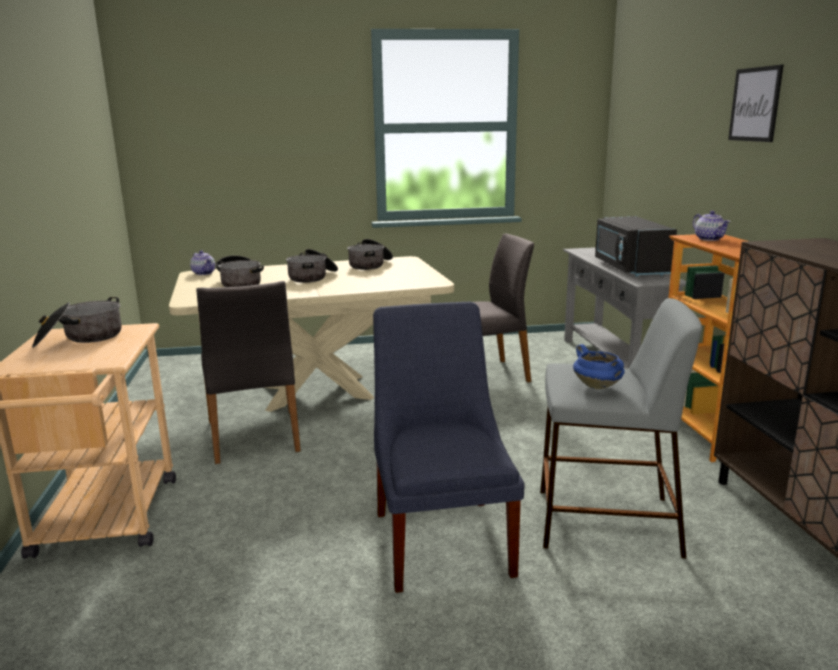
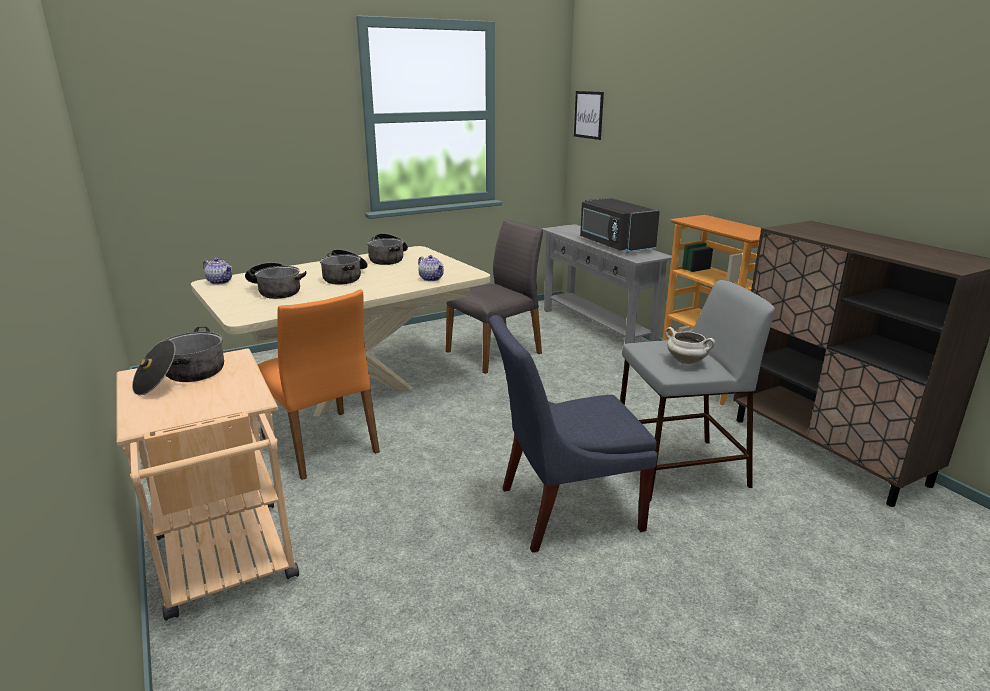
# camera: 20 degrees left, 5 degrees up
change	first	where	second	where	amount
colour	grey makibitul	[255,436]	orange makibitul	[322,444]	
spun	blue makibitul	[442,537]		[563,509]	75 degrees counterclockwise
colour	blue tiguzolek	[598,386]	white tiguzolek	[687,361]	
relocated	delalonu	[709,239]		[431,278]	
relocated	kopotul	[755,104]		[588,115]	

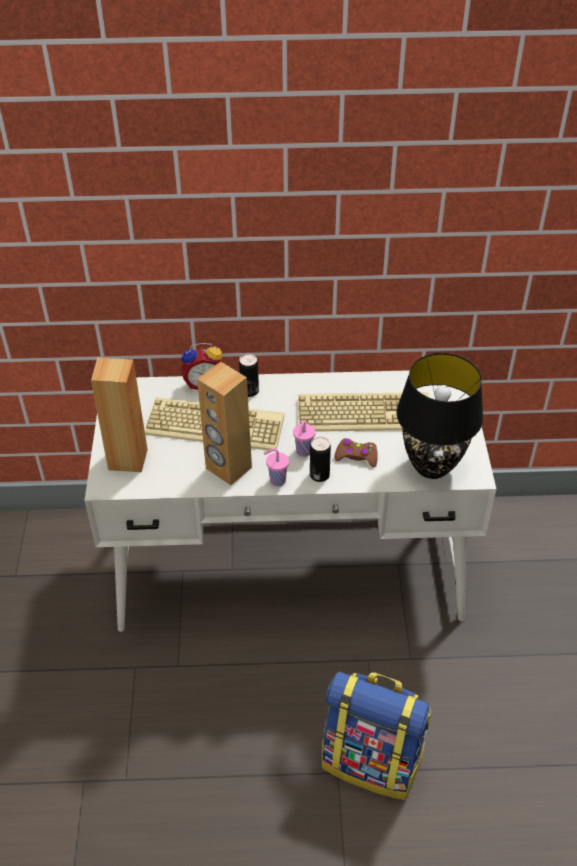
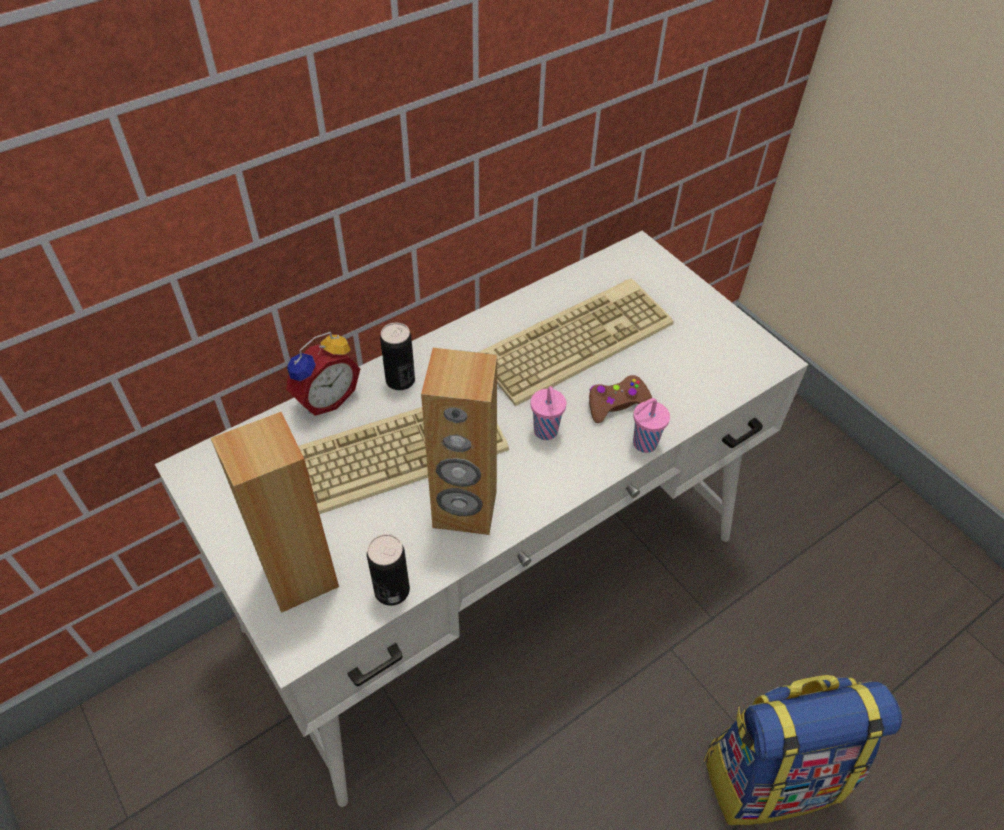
# camera: 35 degrees left, 5 degrees up
change	first	where	second	where	amount
relocated	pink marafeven	[276,480]		[643,444]	
relocated	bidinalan	[319,475]		[392,590]	
missing	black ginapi	[432,466]			

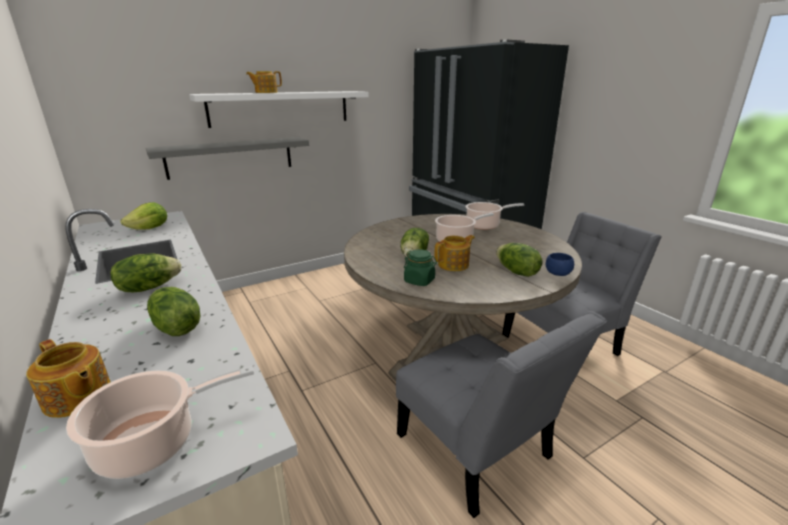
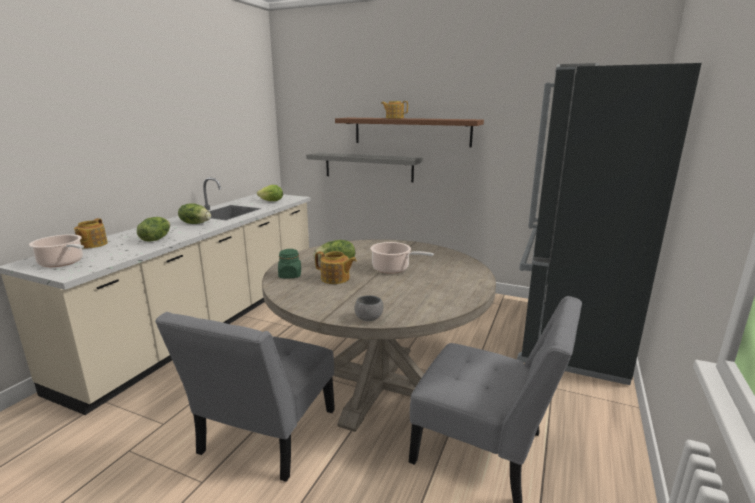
# camera: 55 degrees right, 5 degrees down
change	first	where	second	where	amount
colour	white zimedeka	[281,108]	brown zimedeka	[411,131]	
missing	tiguzolek	[485,225]			
missing	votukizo	[516,272]			
colour	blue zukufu	[558,273]	grey zukufu	[369,318]	

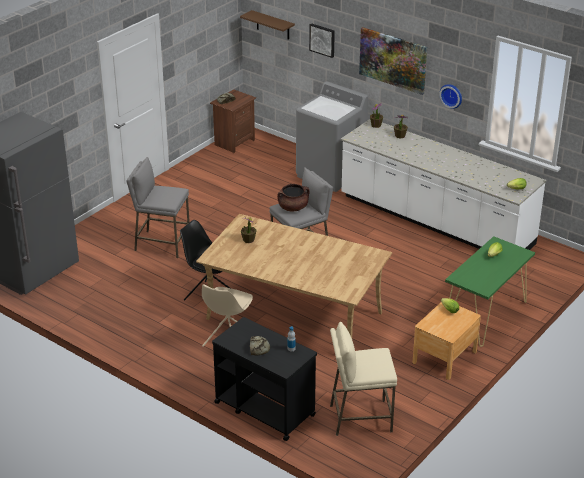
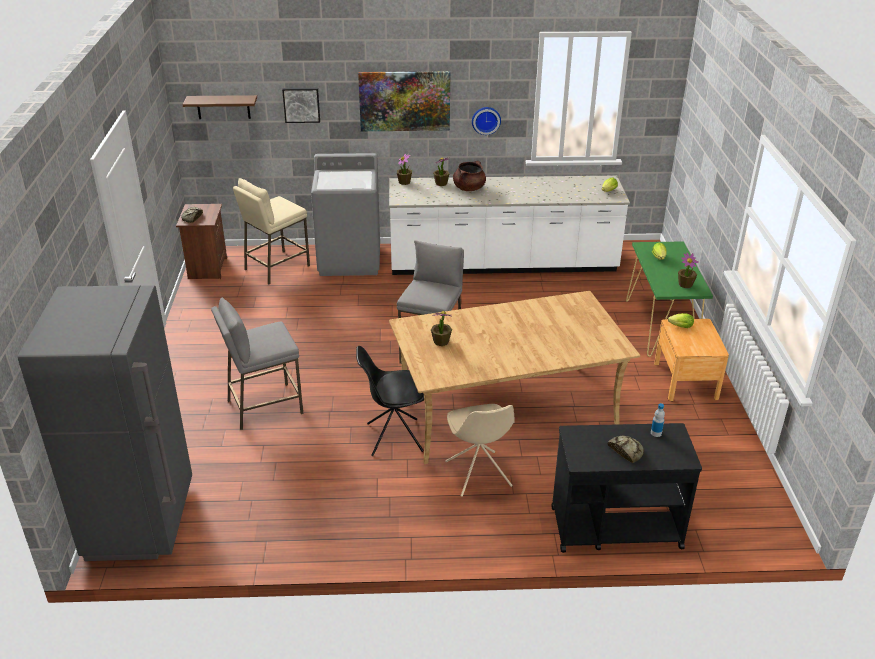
# camera: 40 degrees left, 0 degrees up
change	first	where	second	where	amount
relocated	brown tiguzolek	[293,208]		[469,188]	
relocated	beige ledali	[360,418]		[276,268]	
appeared			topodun	[685,284]	

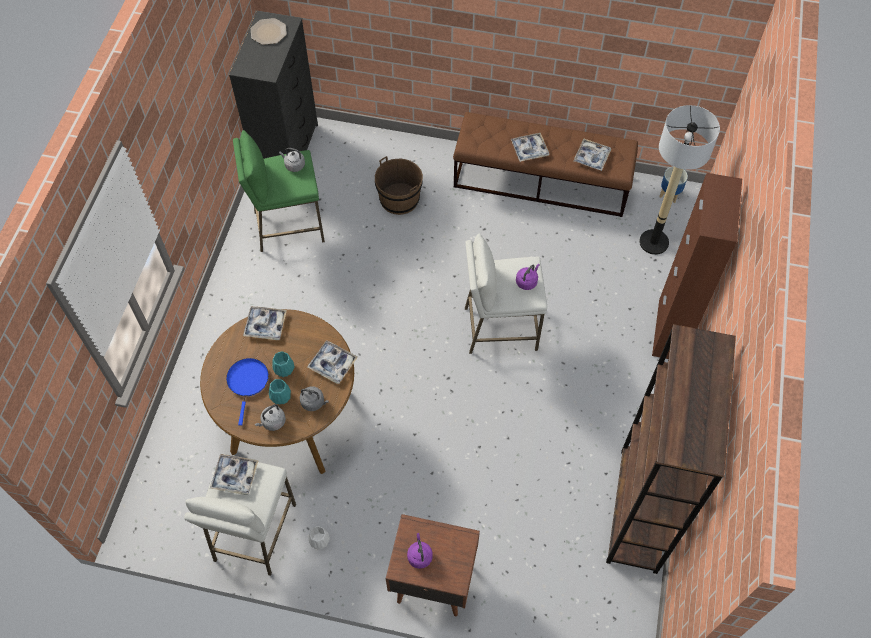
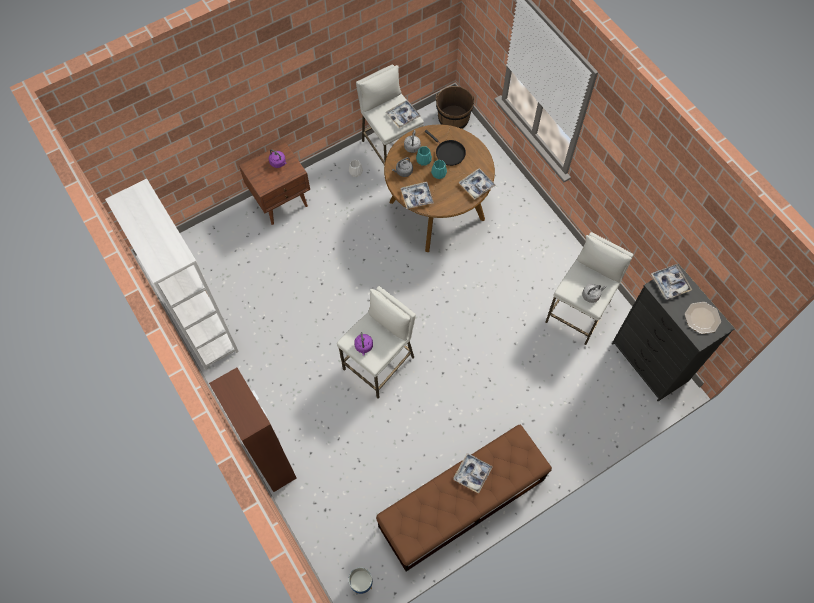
# camera: 135 degrees right, 5 degrees up
change	first	where	second	where	amount
colour	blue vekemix	[248,382]	black vekemix	[448,153]	
colour	green ledali	[288,226]	white ledali	[578,312]	
relocated	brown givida	[399,199]		[453,118]	
relocated	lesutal	[591,157]		[670,283]	
colour	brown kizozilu	[638,510]	white kizozilu	[201,325]	
missing	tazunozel	[654,242]			

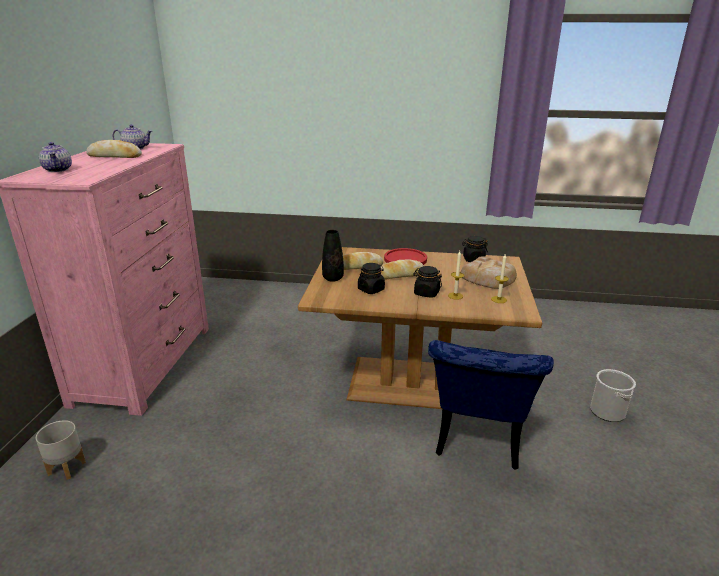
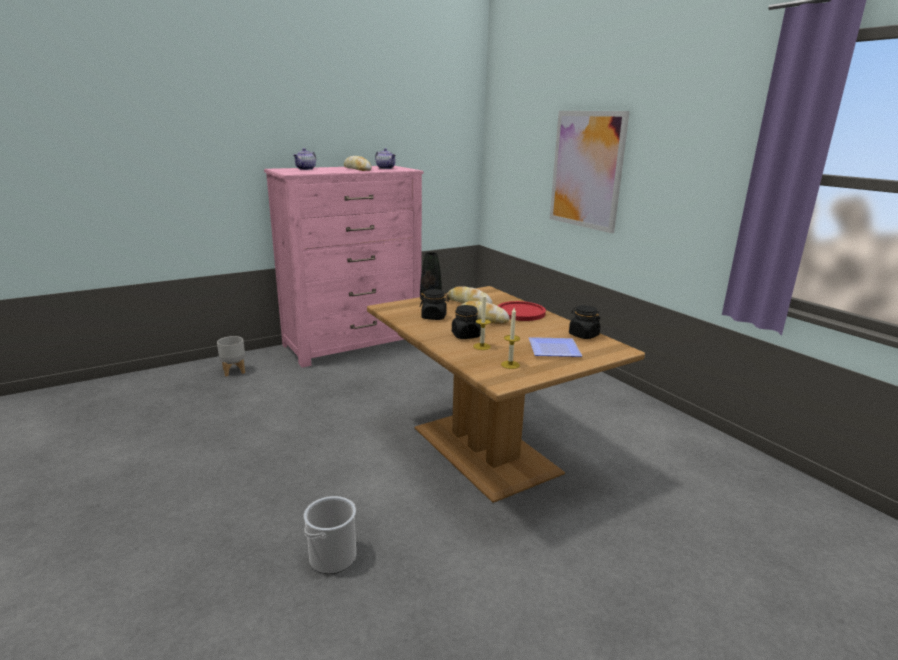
# camera: 50 degrees right, 5 degrees down
change	first	where	second	where	amount
missing	blue makibitul	[476,440]			
exchanged	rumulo	[488,278]	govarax	[552,350]	
relocated	givida	[607,412]		[333,557]	
appeared			kopotul	[586,170]	

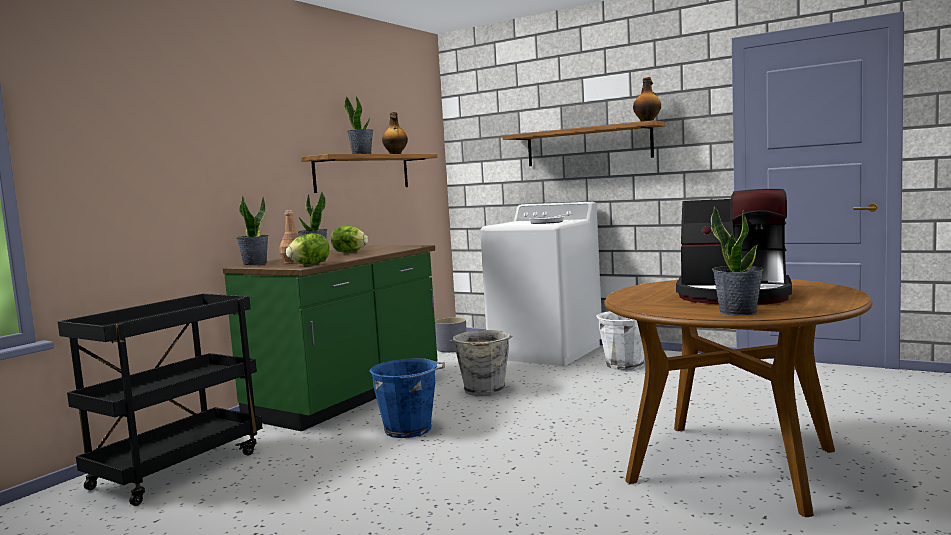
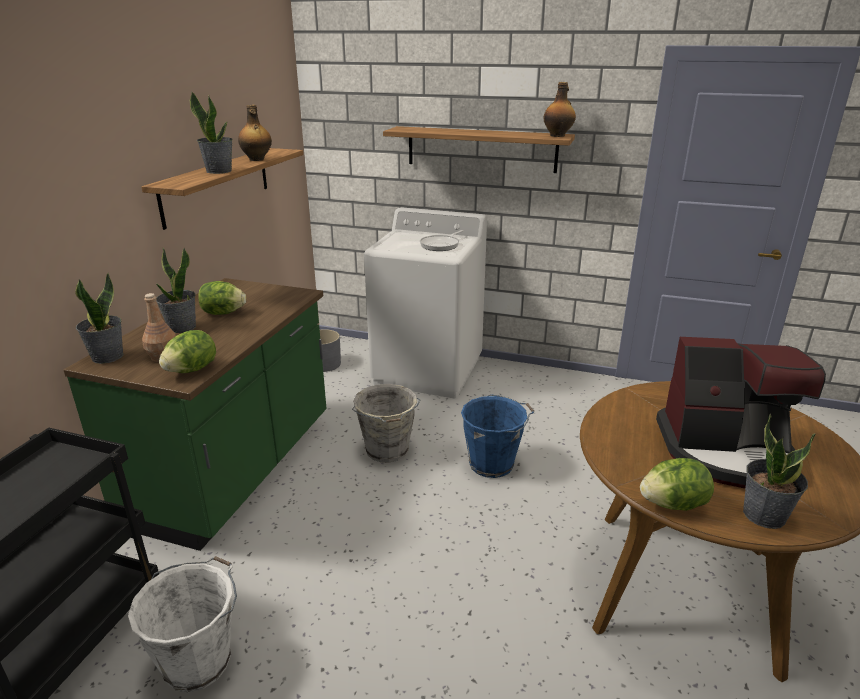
# camera: 15 degrees left, 20 degrees up
change	first	where	second	where	amount
relocated	blue givida	[410,429]		[493,464]	
relocated	white givida	[626,364]		[200,660]	
appeared			votukizo	[673,504]	

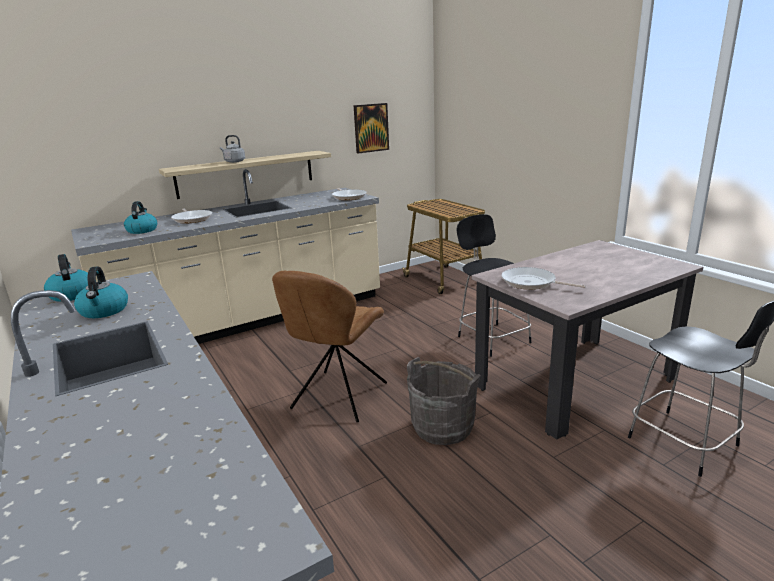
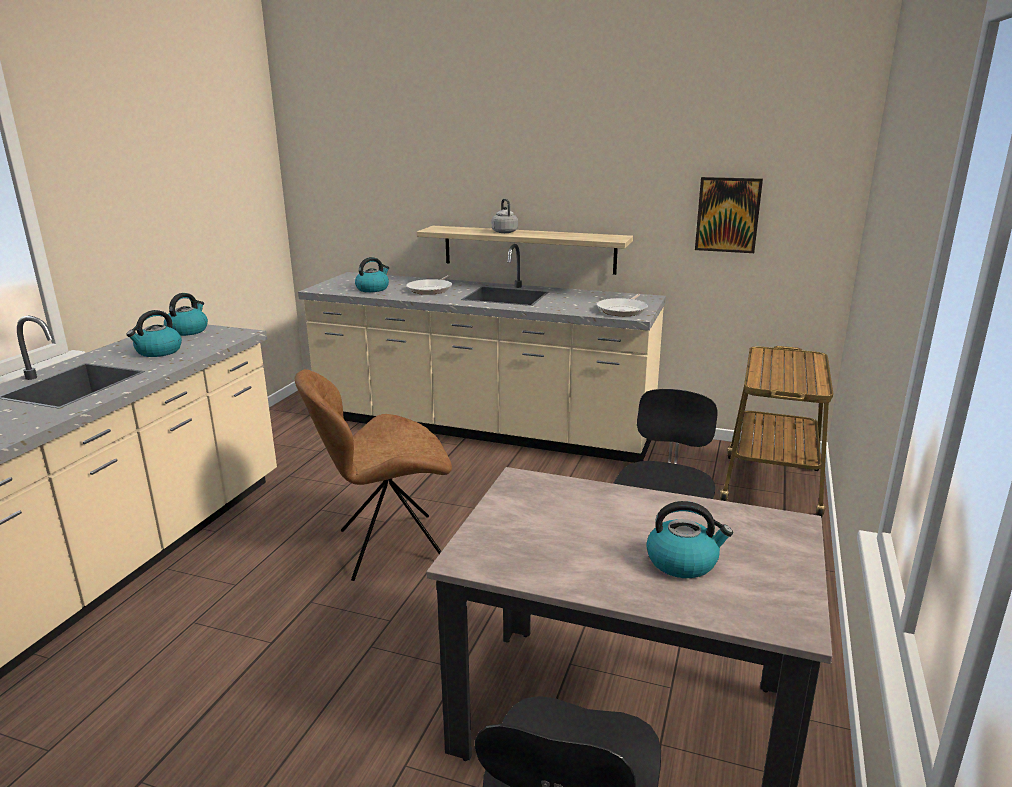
# camera: 50 degrees right, 0 degrees up
change	first	where	second	where	amount
missing	grey givida	[442,427]			
missing	vekemix	[531,283]			
appeared			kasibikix	[683,562]	

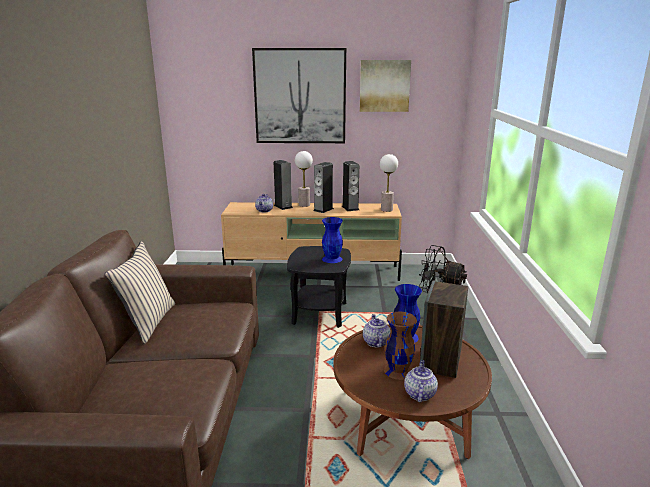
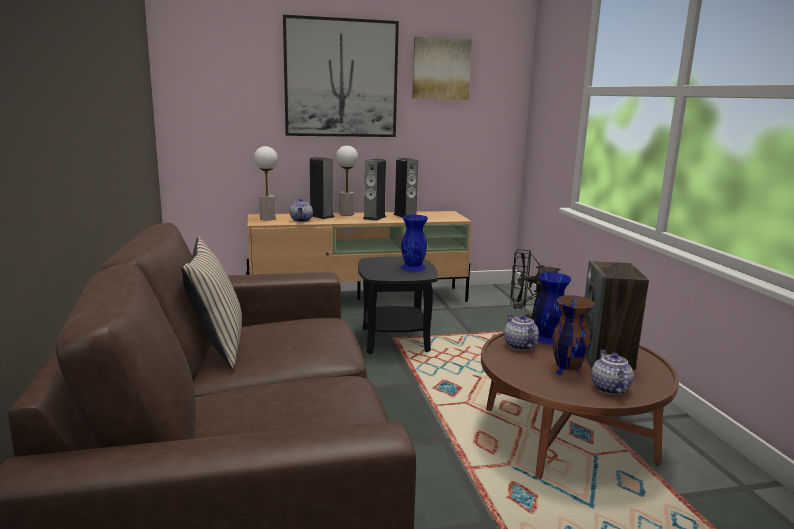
# camera: 15 degrees left, 5 degrees down
change	first	where	second	where	amount
relocated	ginapi	[386,210]		[267,218]	

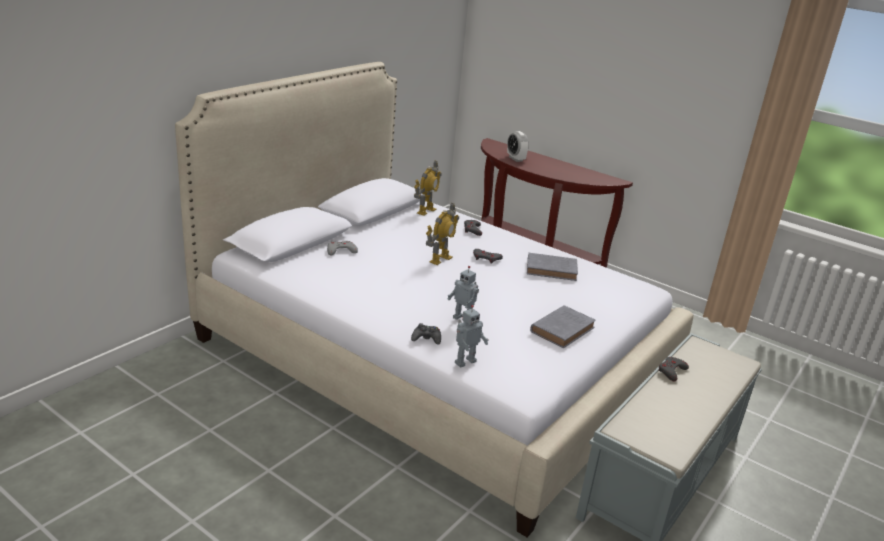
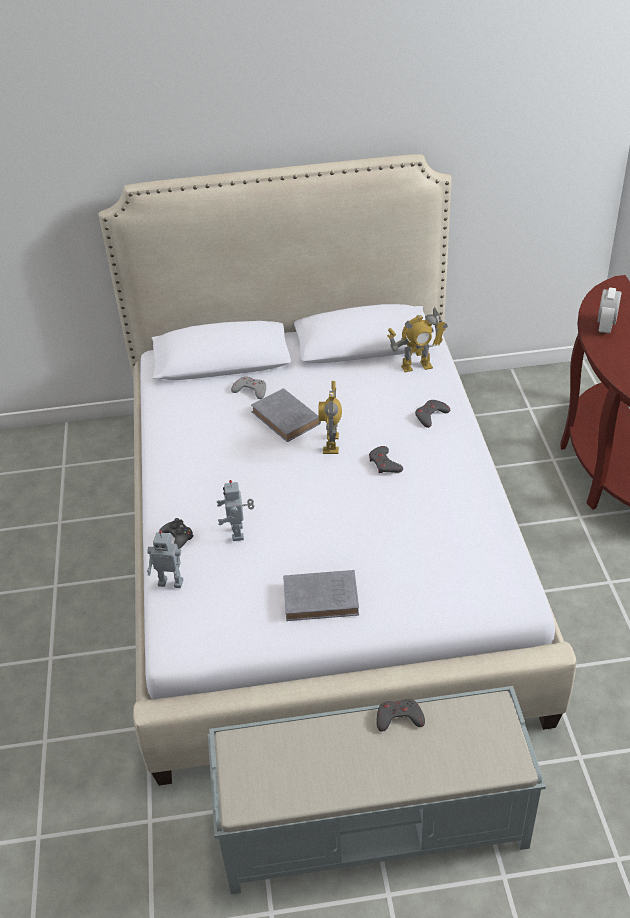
# camera: 50 degrees right, 15 degrees up
change	first	where	second	where	amount
spun	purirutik	[440,259]		[332,443]	105 degrees clockwise
relocated	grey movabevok	[553,270]		[287,419]	

